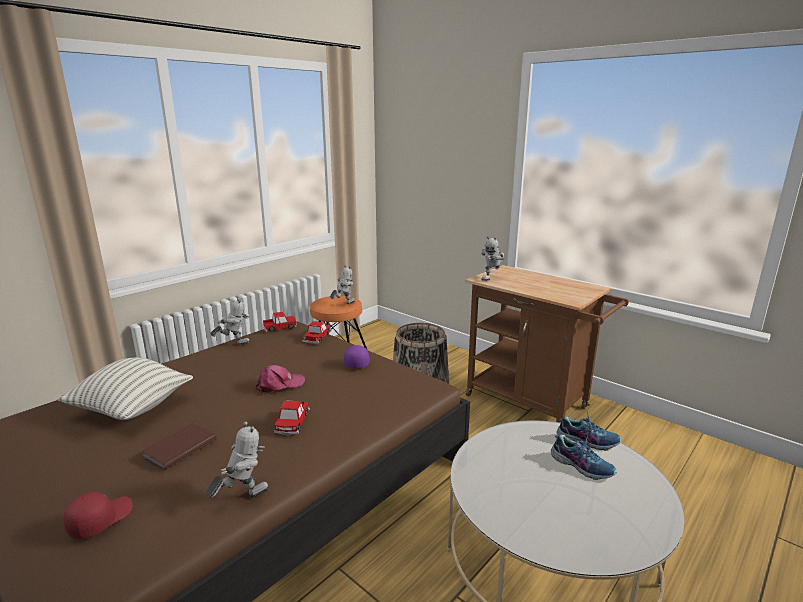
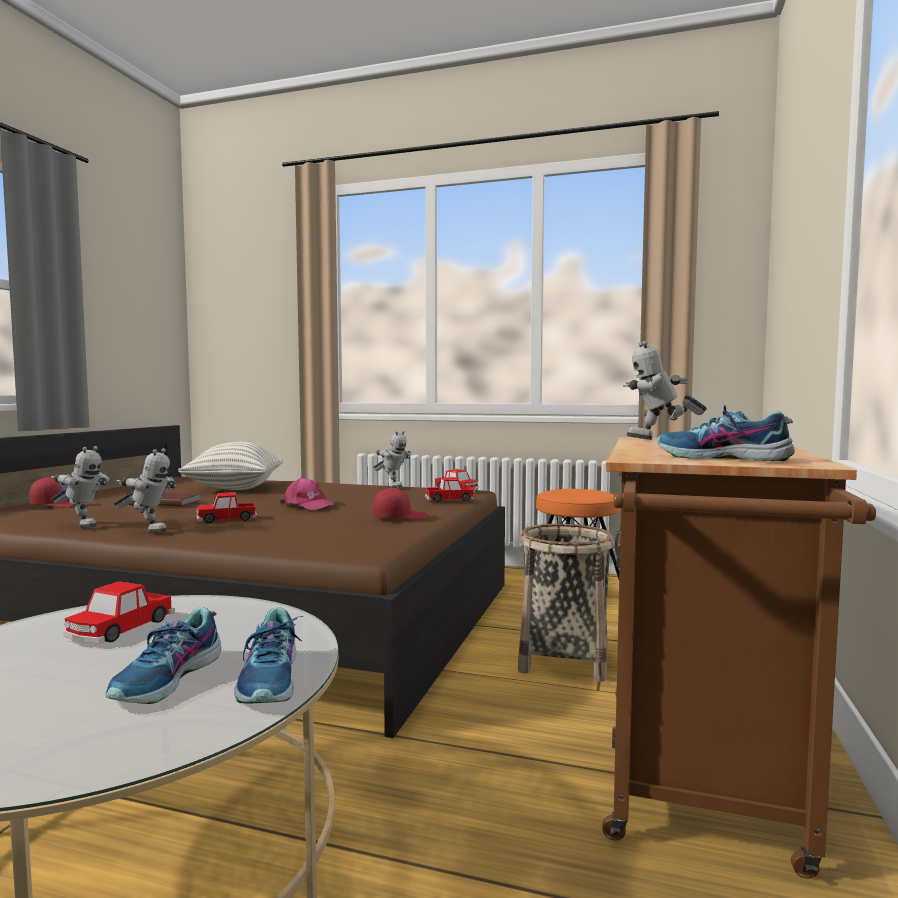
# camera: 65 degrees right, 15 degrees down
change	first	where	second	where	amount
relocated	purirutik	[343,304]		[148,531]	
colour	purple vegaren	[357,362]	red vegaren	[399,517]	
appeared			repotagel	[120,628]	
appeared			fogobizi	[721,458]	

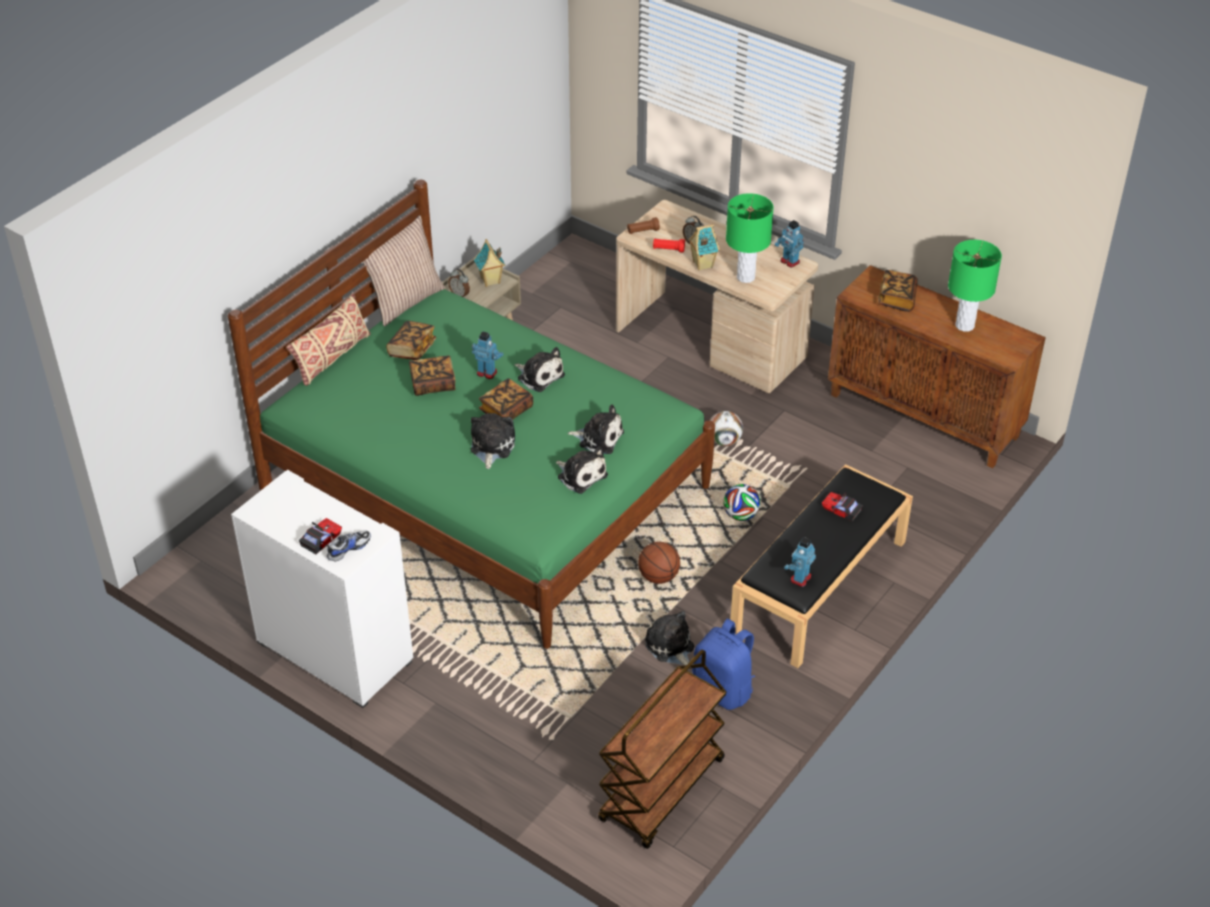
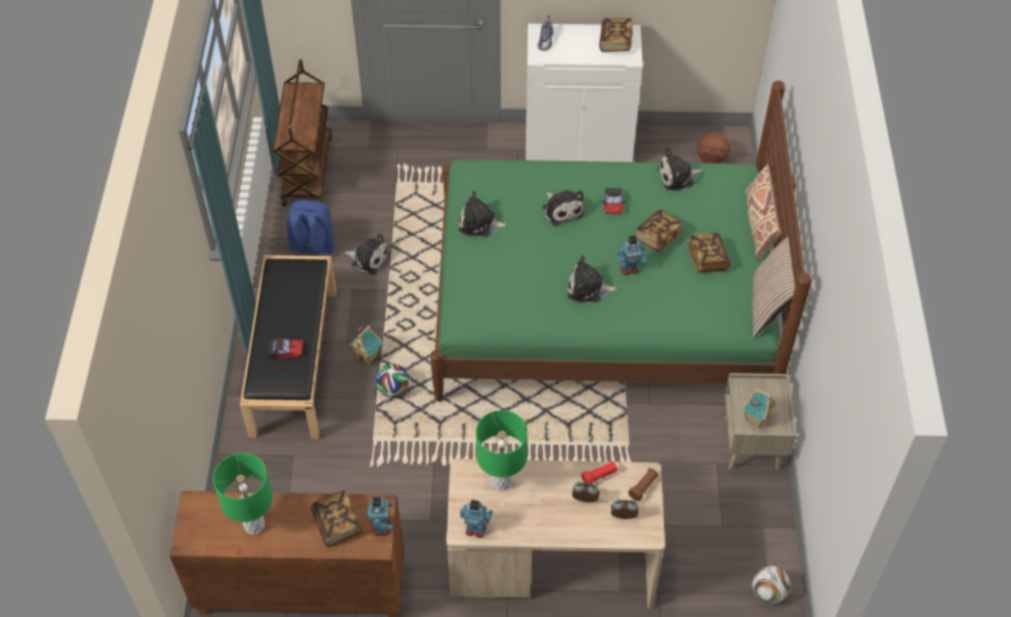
# camera: 145 degrees right, 10 degrees up
change	first	where	second	where	amount
relocated	repotagel	[320,539]		[613,204]	
relocated	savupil	[460,295]		[623,517]	
relocated	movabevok	[506,411]		[615,42]	
relocated	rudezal	[598,438]		[678,177]	
relocated	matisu	[658,576]		[712,159]	
relocated	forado	[702,264]		[368,356]	
relocated	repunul	[724,441]		[768,593]	
relocated	purirutik	[800,578]		[381,527]	

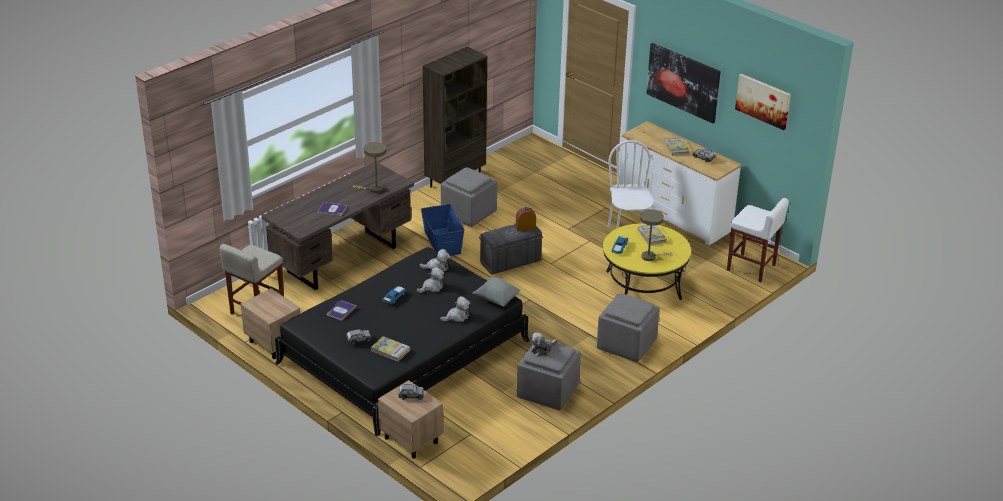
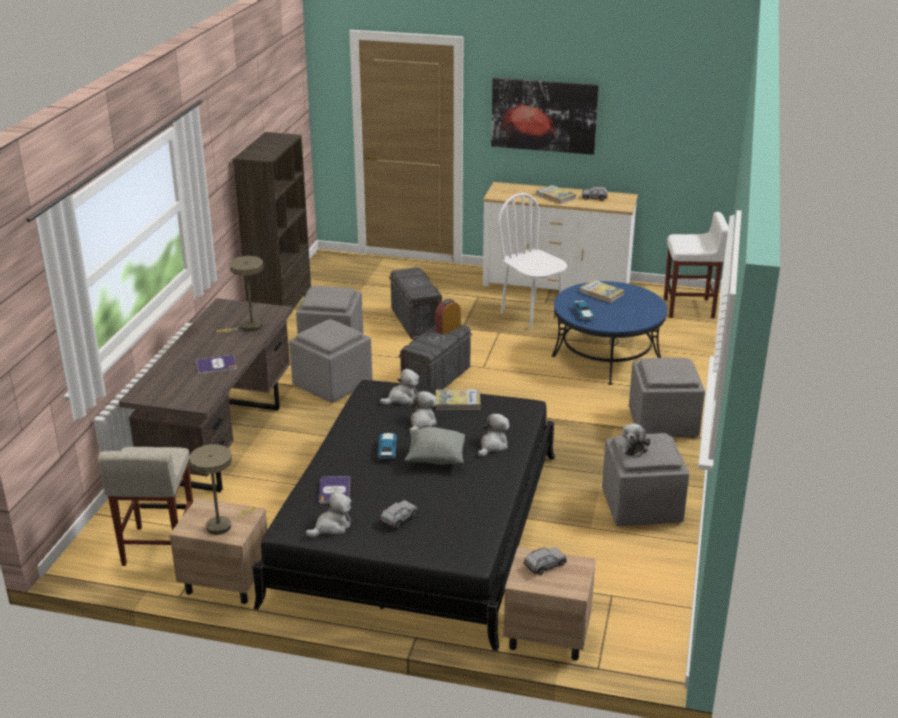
# camera: 30 degrees left, 5 degrees down
change	first	where	second	where	amount
relocated	movabevok	[390,350]		[457,402]	
exchanged	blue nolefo	[442,242]	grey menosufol	[332,384]	
relocated	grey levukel	[496,299]		[435,459]	
colour	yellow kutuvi	[643,285]	blue kutuvi	[606,357]	
relocated	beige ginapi	[651,256]		[222,525]	
missing	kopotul	[763,101]			
appeared			rudezal	[332,526]	
appeared			grey nolefo	[416,322]	

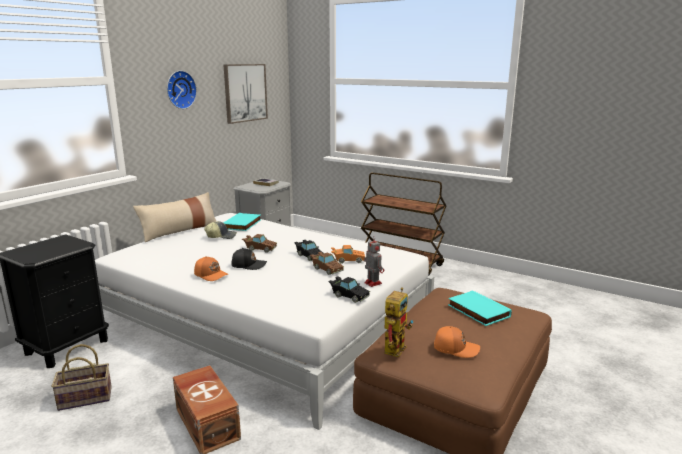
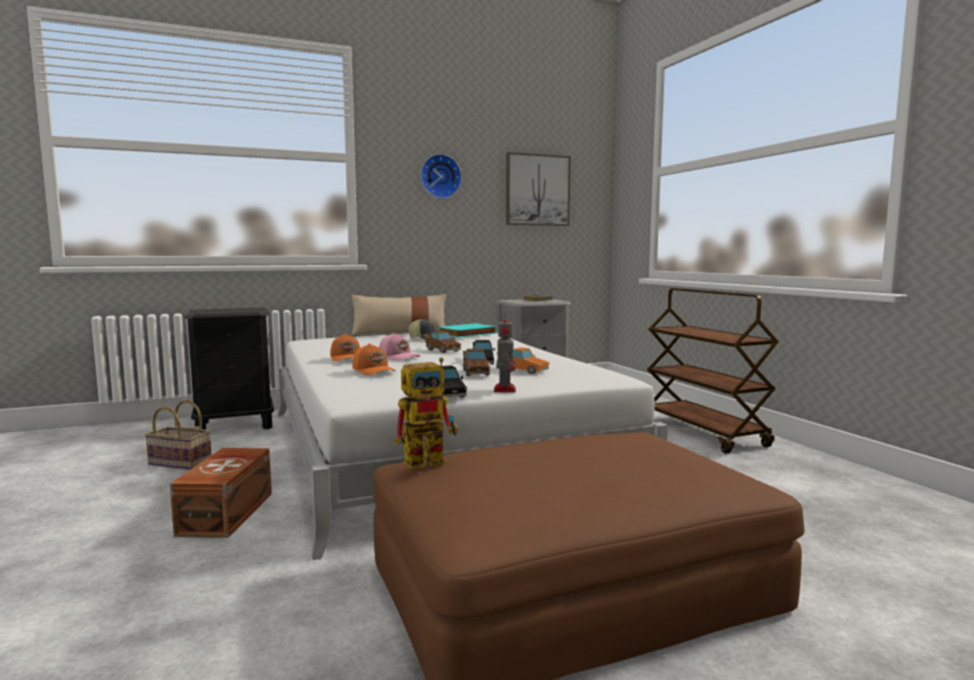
# camera: 35 degrees right, 10 degrees down
change	first	where	second	where	amount
colour	black vegaren	[248,265]	pink vegaren	[399,357]	
relocated	orange vegaren	[455,348]		[374,370]	
missing	turquoise movabevok	[477,311]			

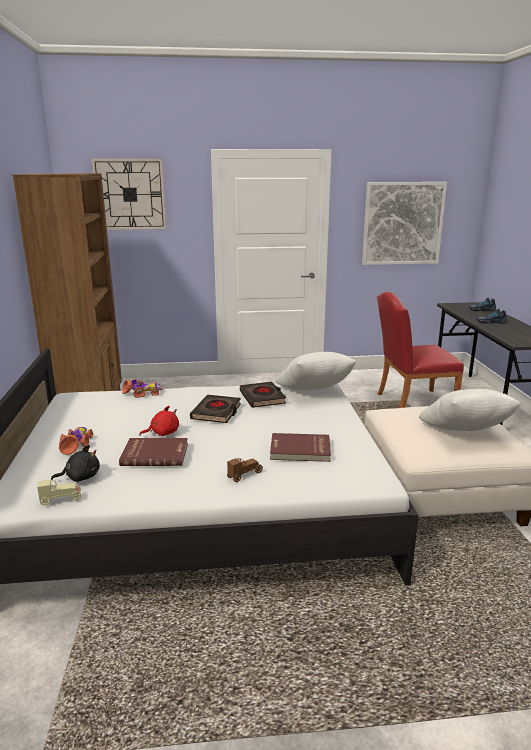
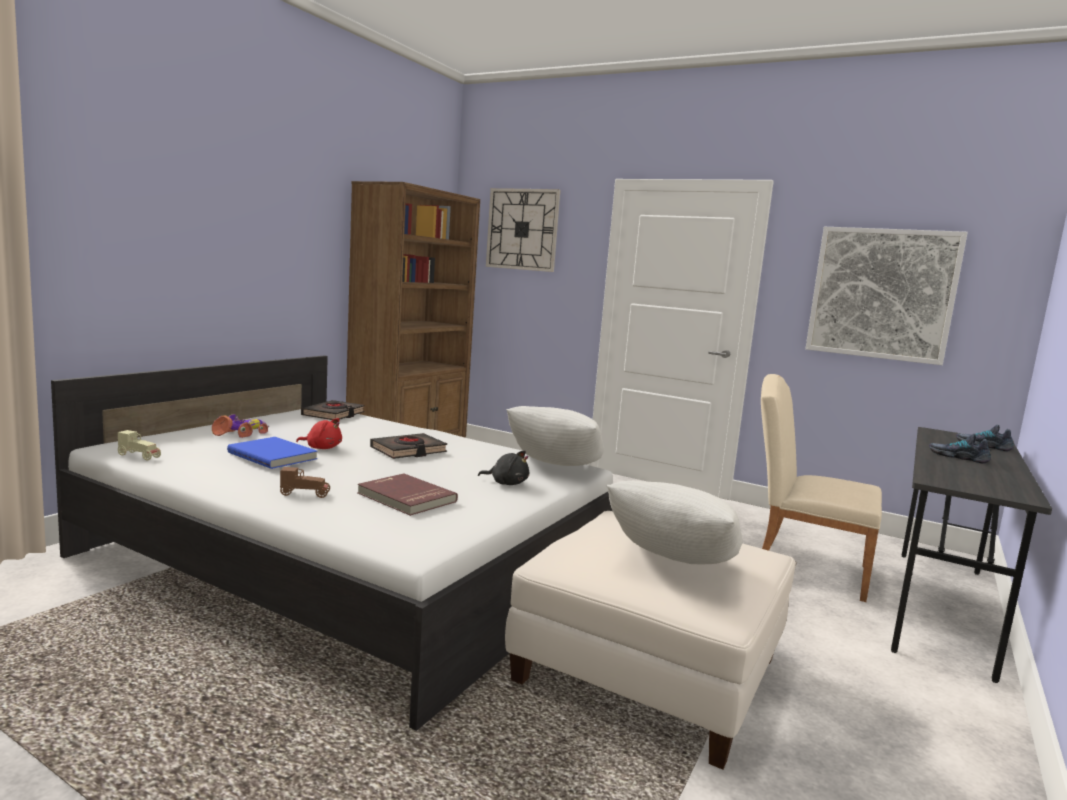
# camera: 35 degrees right, 10 degrees down
change	first	where	second	where	amount
relocated	black rudezal	[80,477]		[507,483]	
colour	red movabevok	[155,454]	blue movabevok	[274,455]	
missing	repotagel	[143,393]			
relocated	black movabevok	[262,398]		[333,414]	
colour	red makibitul	[410,402]	beige makibitul	[801,567]	

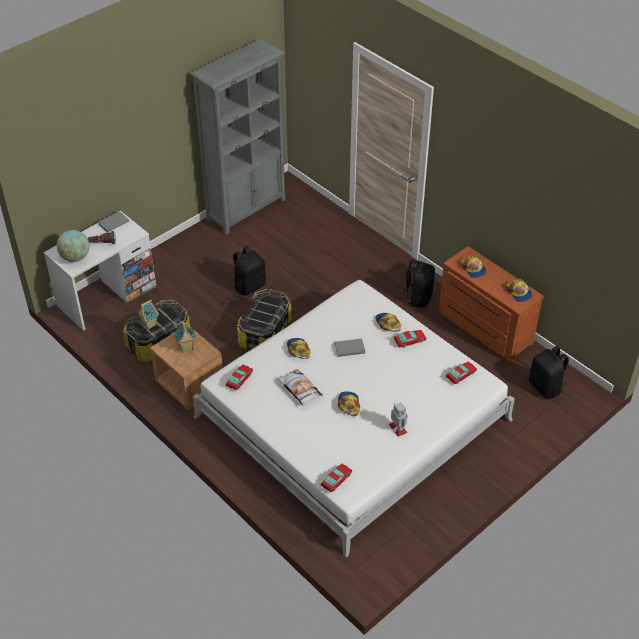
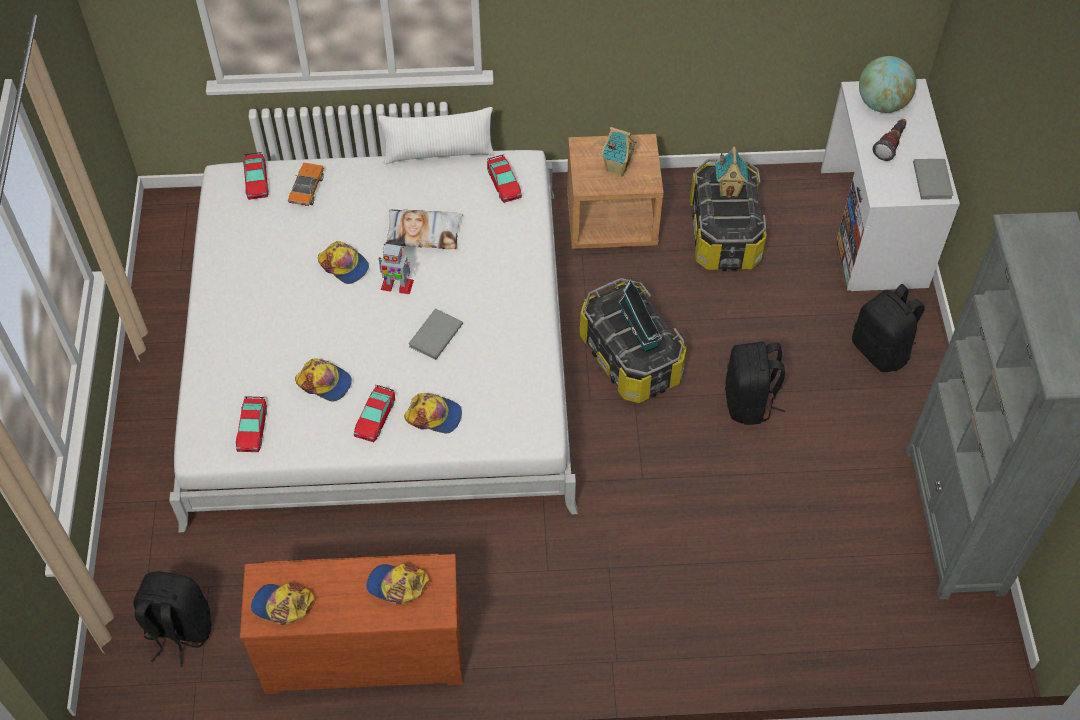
# camera: 130 degrees right, 10 degrees up
change	first	where	second	where	amount
relocated	vegaren	[298,349]		[325,382]	
relocated	purirutik	[398,428]		[396,285]	
relocated	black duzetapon	[418,297]		[881,350]	
appeared			repotagel	[307,189]	
appeared			white levukel	[439,153]	
appeared			forado	[640,331]	

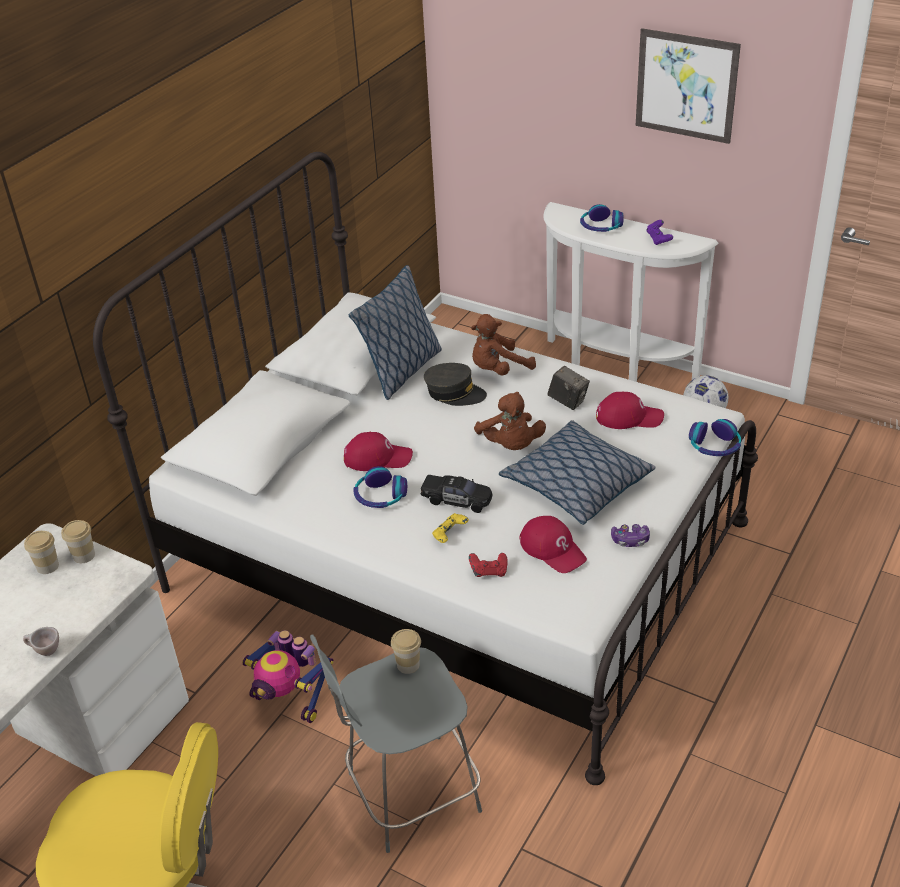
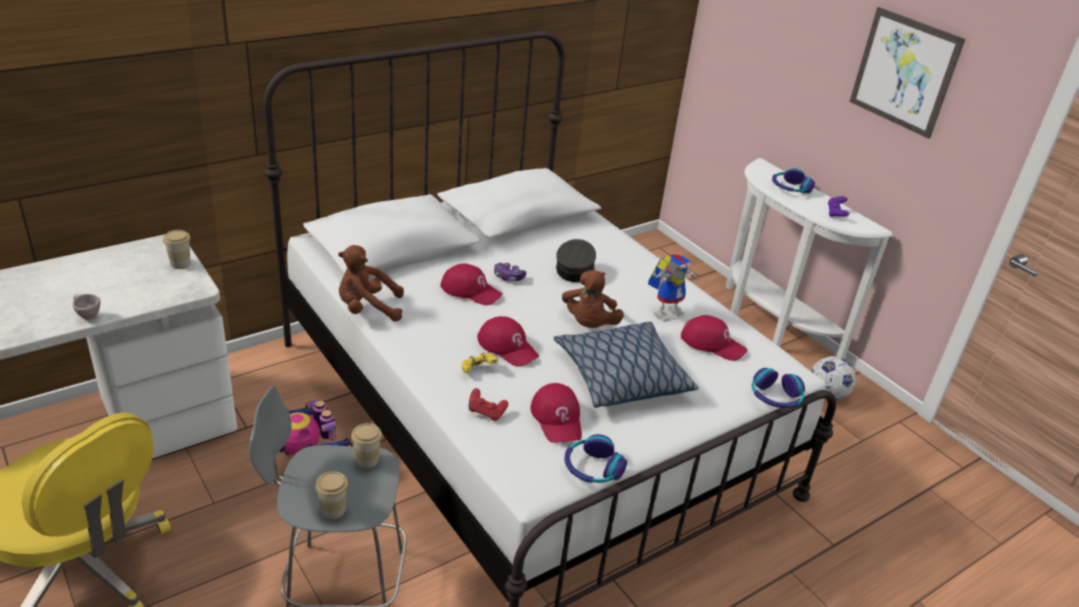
# camera: 20 degrees right, 5 degrees down
change	first	where	second	where	amount
relocated	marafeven	[47,566]		[333,510]	
missing	levukel	[402,371]			
relocated	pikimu	[380,496]		[592,468]	
exchanged	black repotagel	[457,500]	red vegaren	[508,347]	
spun	grey vegaren	[454,393]		[575,269]	120 degrees counterclockwise
relocated	brown rudezal	[498,369]		[367,309]	
exchanged	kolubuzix	[568,401]	purirutik	[667,311]	
relocated	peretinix	[630,540]		[508,277]	

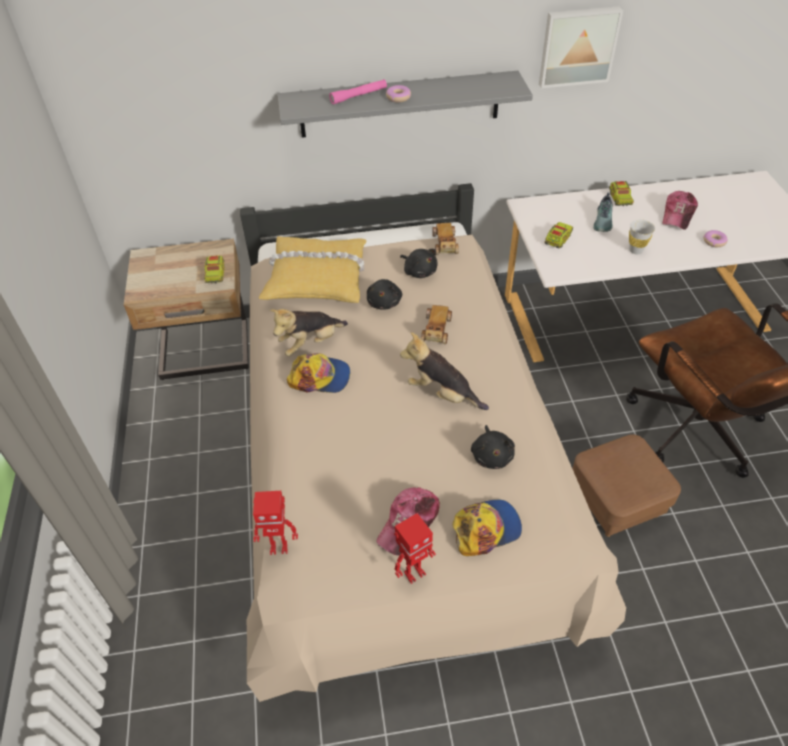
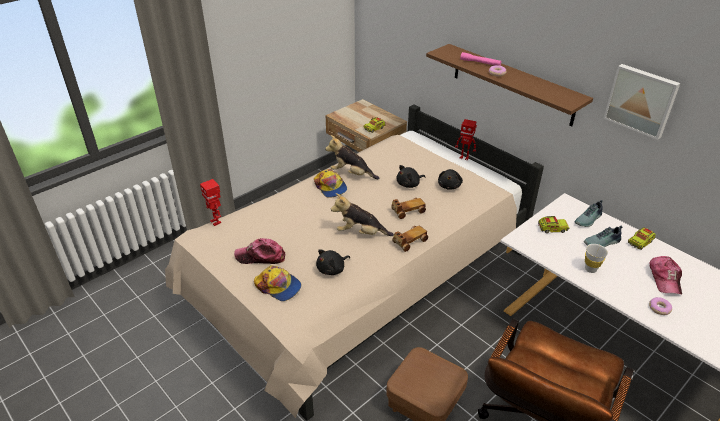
# camera: 55 degrees right, 10 degrees down
change	first	where	second	where	amount
missing	yellow levukel	[317,278]			
colour	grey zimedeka	[400,104]	brown zimedeka	[512,84]	
relocated	purirutik	[413,573]		[464,157]	
spun	rudezal	[442,394]		[360,233]	75 degrees counterclockwise
relocated	repotagel	[445,244]		[409,241]	
spun	vegaren	[678,215]		[665,278]	75 degrees counterclockwise
appeared			fogobizi	[589,220]	

